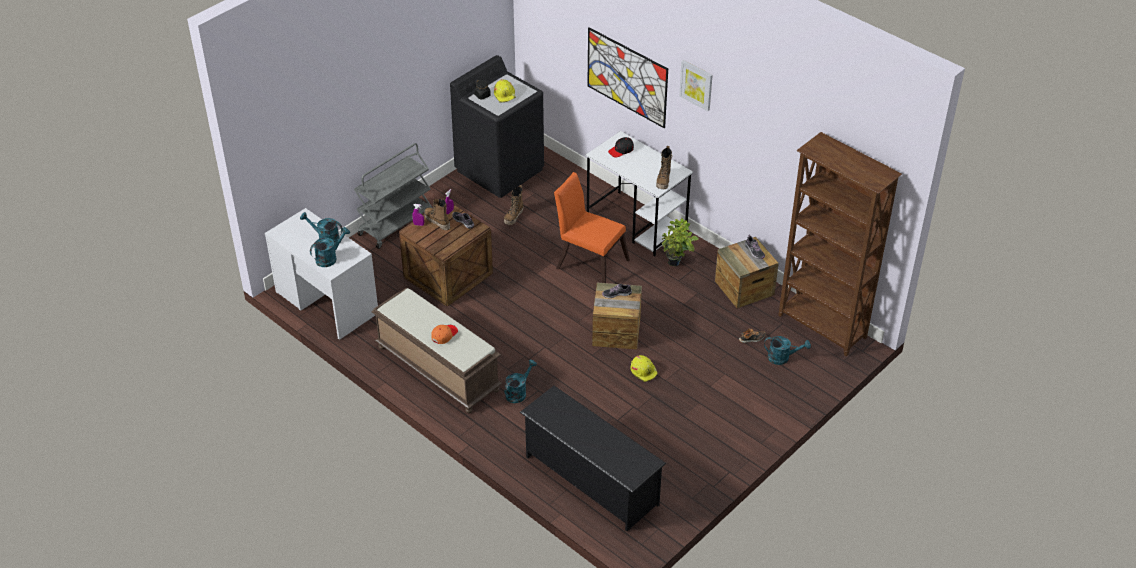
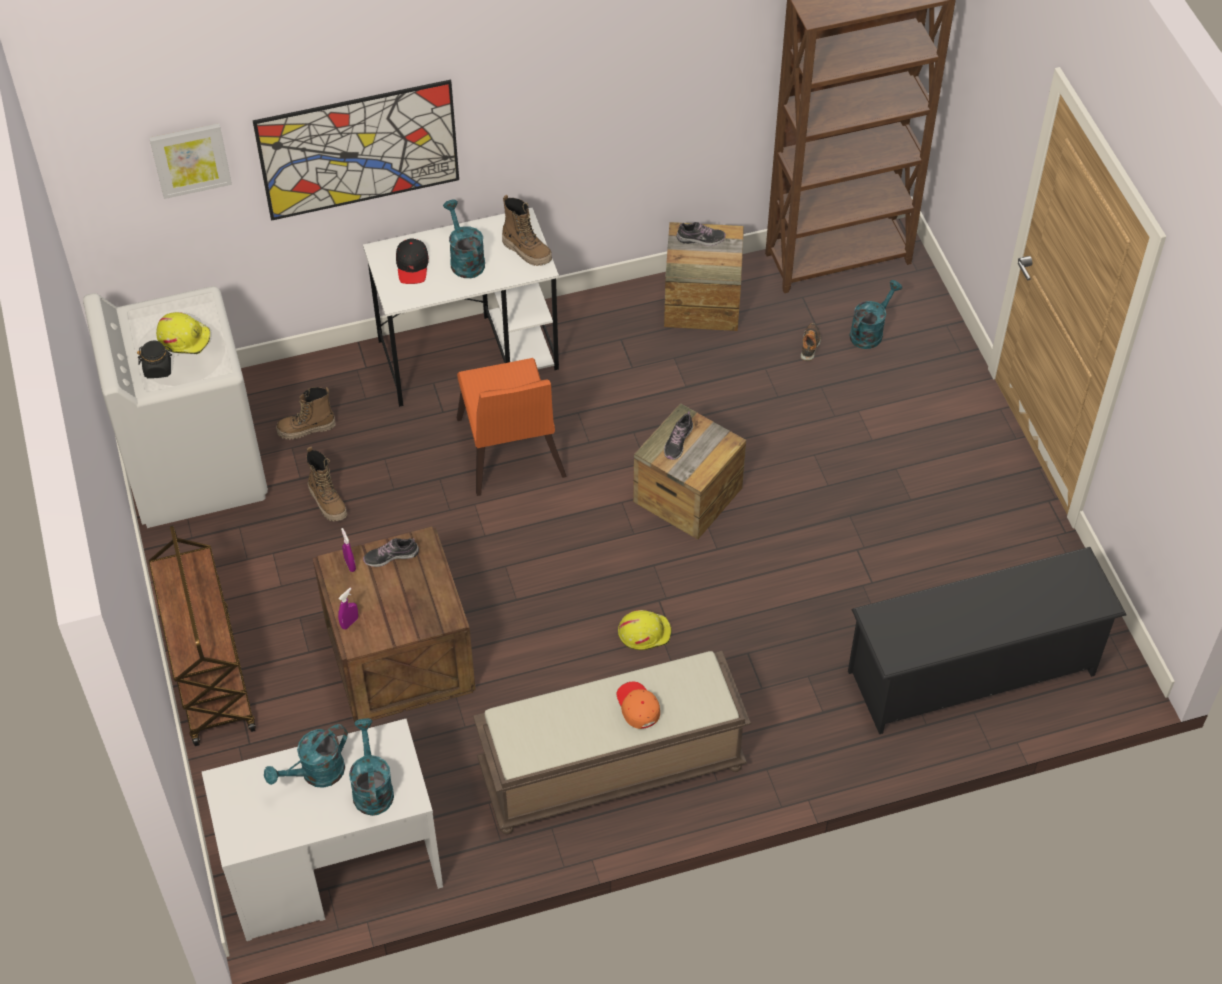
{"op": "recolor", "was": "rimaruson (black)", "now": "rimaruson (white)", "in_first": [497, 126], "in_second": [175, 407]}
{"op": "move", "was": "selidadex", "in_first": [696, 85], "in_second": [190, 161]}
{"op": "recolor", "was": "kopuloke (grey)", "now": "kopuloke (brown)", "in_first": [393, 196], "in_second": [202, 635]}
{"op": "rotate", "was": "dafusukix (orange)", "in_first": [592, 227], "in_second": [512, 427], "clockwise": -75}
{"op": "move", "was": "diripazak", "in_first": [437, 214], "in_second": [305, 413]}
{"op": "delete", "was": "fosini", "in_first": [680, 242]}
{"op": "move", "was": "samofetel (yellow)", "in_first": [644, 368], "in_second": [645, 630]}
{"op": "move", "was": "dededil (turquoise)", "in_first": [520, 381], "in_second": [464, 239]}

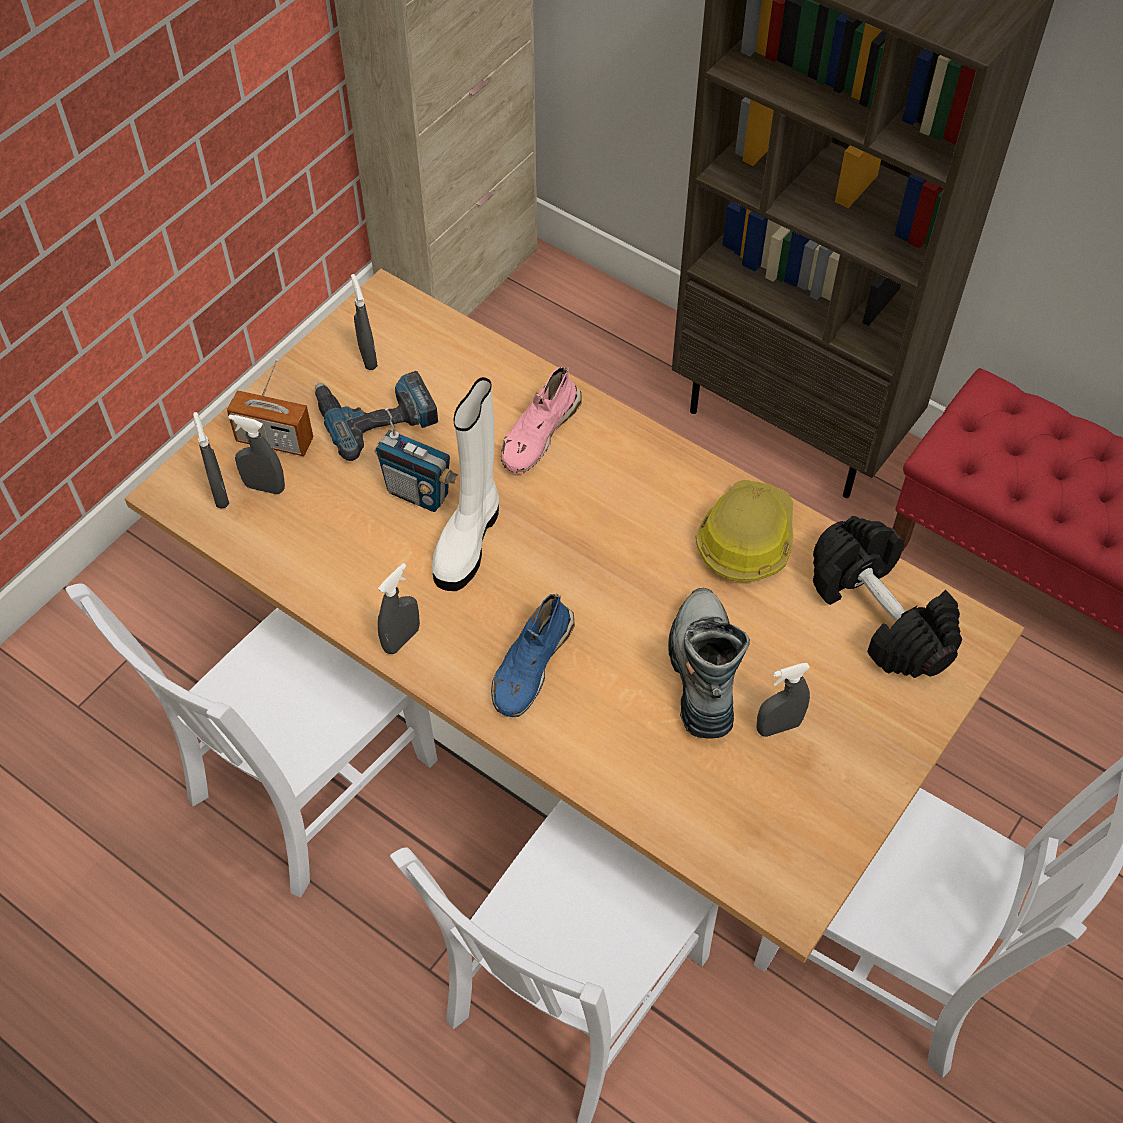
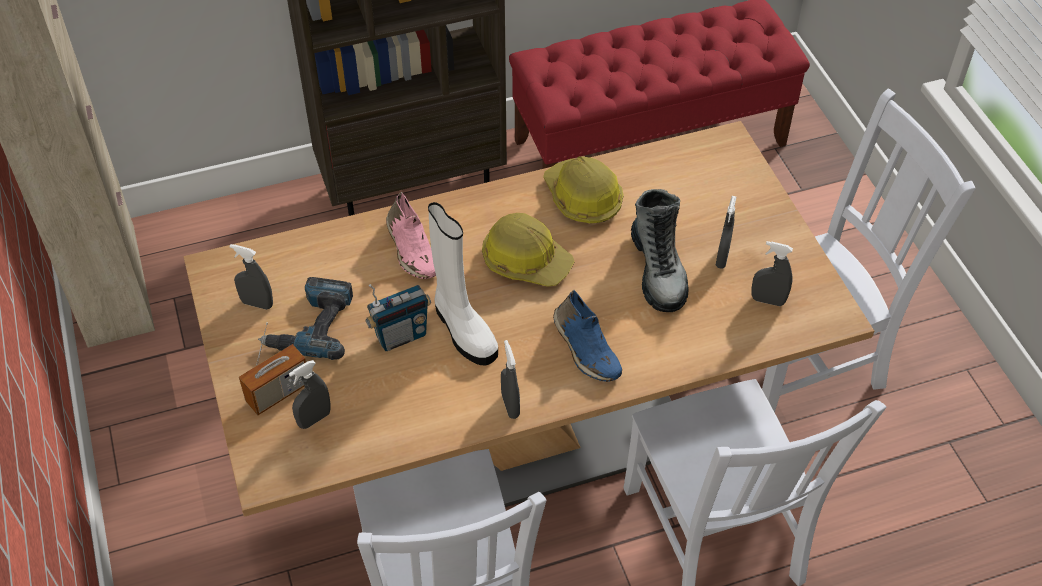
{"op": "move", "was": "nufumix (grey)", "in_first": [211, 460], "in_second": [772, 273]}
{"op": "delete", "was": "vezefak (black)", "in_first": [887, 597]}
{"op": "rotate", "was": "diripazak", "in_first": [709, 663], "in_second": [659, 250], "clockwise": -135}
{"op": "insert", "now": "samofetel", "in_second": [528, 250]}

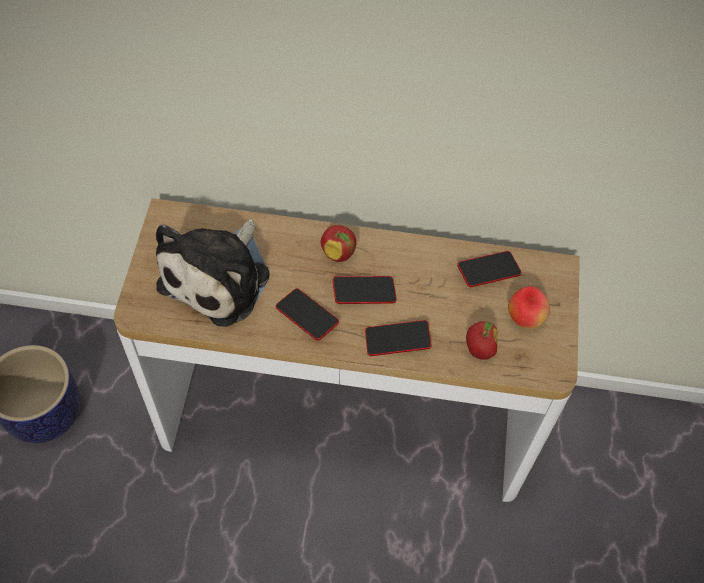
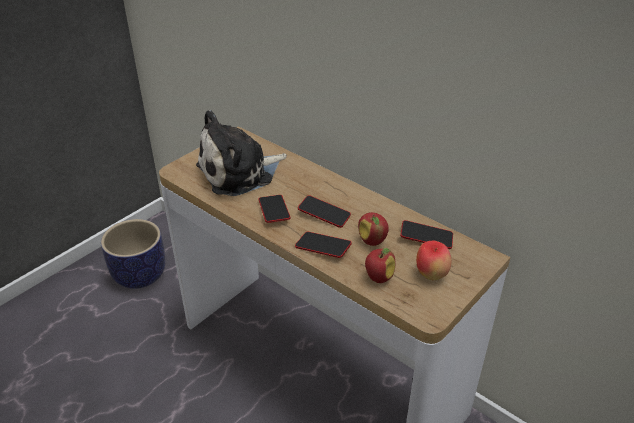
{"op": "move", "was": "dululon", "in_first": [338, 243], "in_second": [373, 229]}

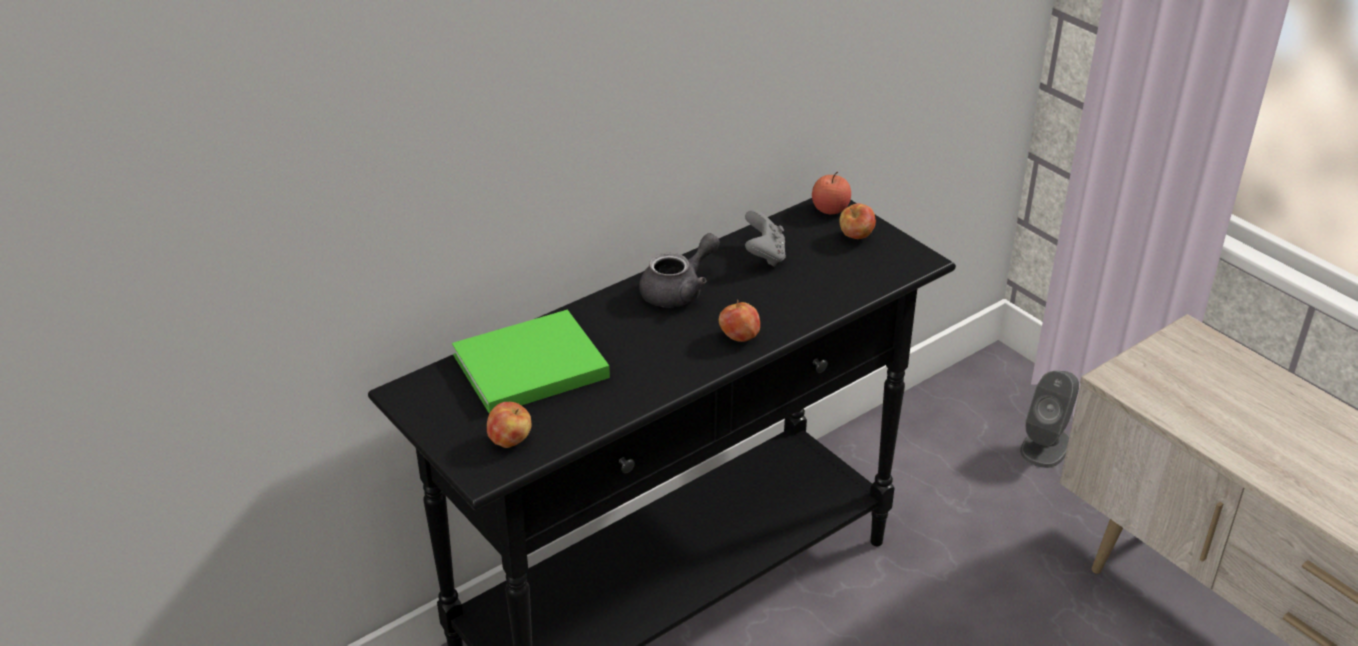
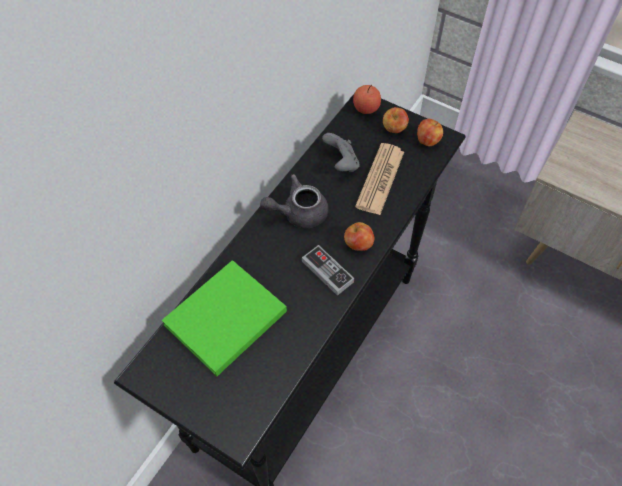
{"op": "rotate", "was": "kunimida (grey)", "in_first": [679, 270], "in_second": [294, 201], "clockwise": -135}
{"op": "delete", "was": "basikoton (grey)", "in_first": [1049, 419]}
{"op": "move", "was": "dululon", "in_first": [509, 425], "in_second": [430, 132]}
{"op": "insert", "now": "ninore", "in_second": [379, 179]}
{"op": "insert", "now": "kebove", "in_second": [328, 270]}

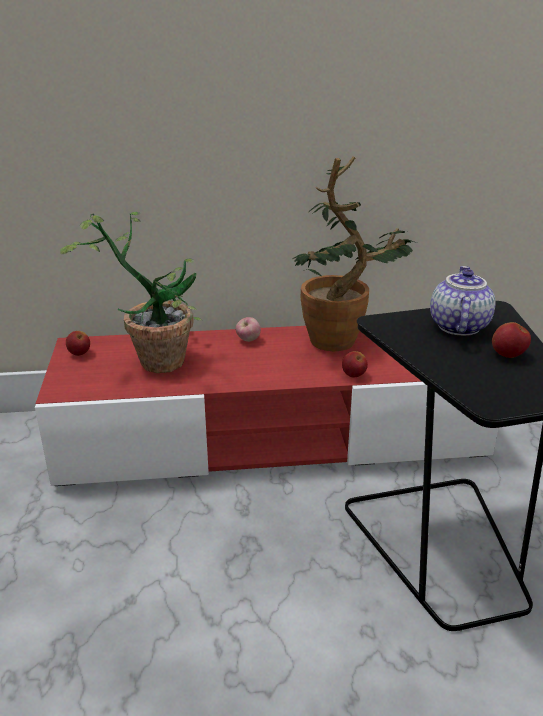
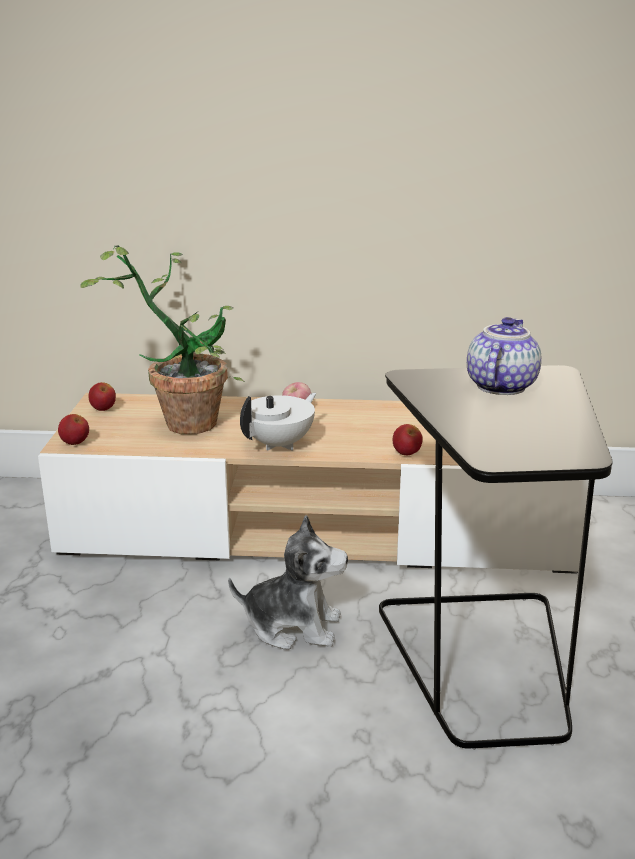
{"op": "delete", "was": "fosini", "in_first": [355, 253]}
{"op": "move", "was": "dululon", "in_first": [511, 340], "in_second": [73, 429]}
{"op": "recolor", "was": "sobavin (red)", "now": "sobavin (beige)", "in_first": [266, 406], "in_second": [316, 483]}
{"op": "insert", "now": "kunimida (white)", "in_second": [278, 422]}
{"op": "insert", "now": "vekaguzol", "in_second": [288, 582]}

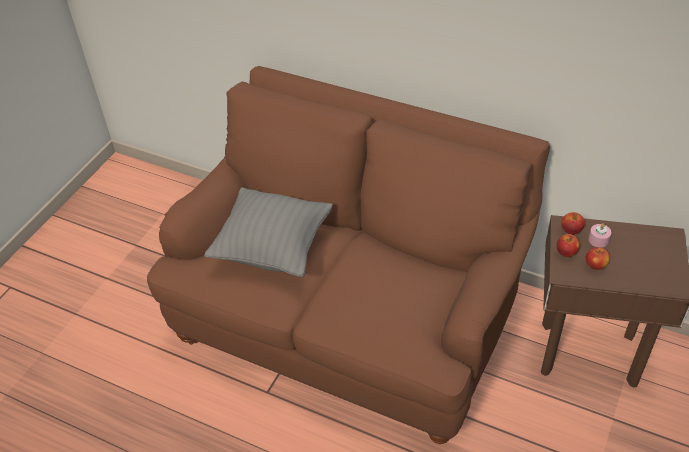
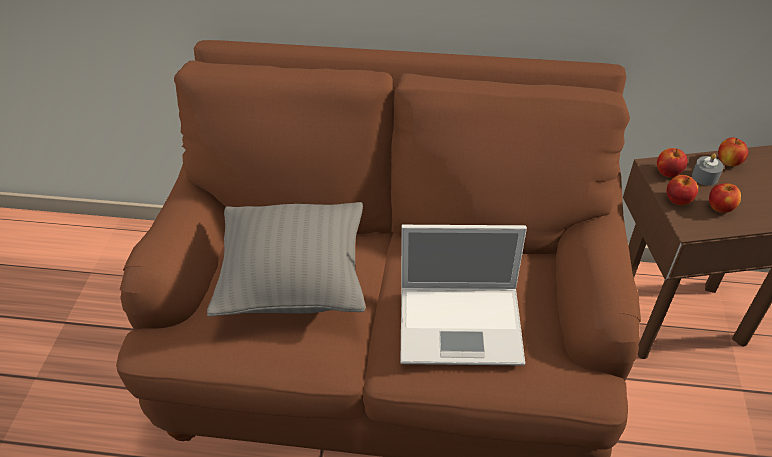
{"op": "recolor", "was": "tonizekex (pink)", "now": "tonizekex (grey)", "in_first": [599, 235], "in_second": [708, 170]}
{"op": "insert", "now": "dululon", "in_second": [733, 152]}
{"op": "insert", "now": "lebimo", "in_second": [464, 295]}

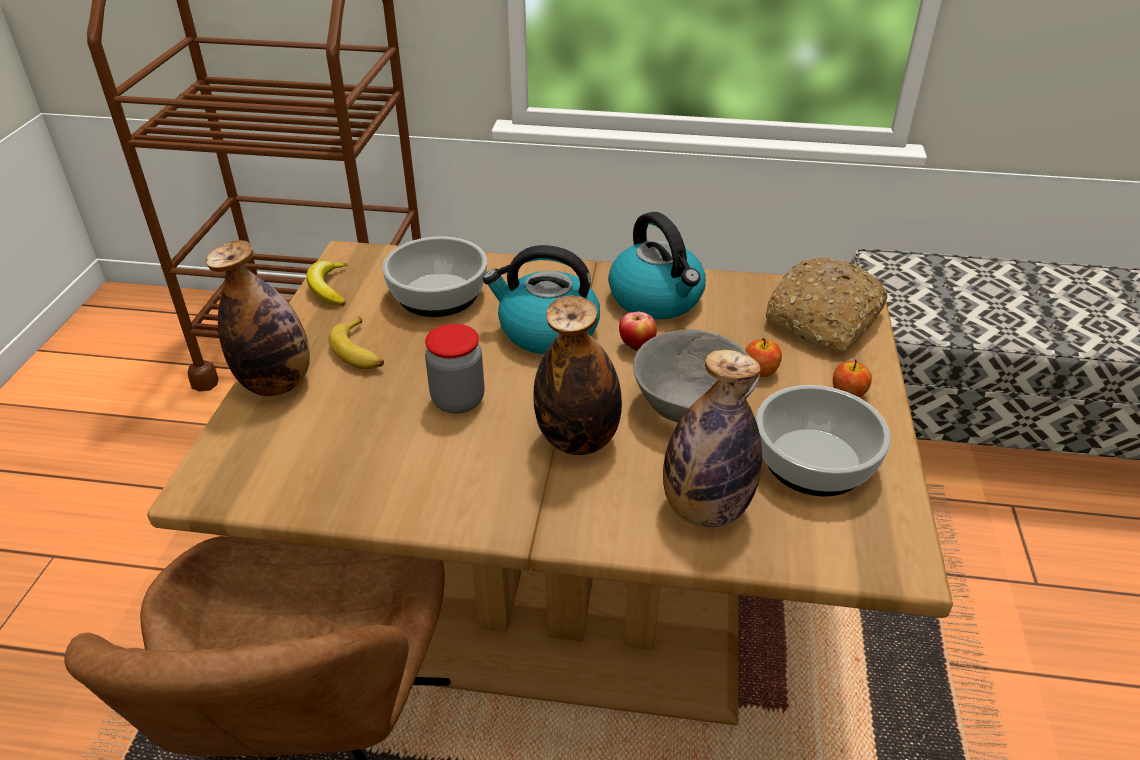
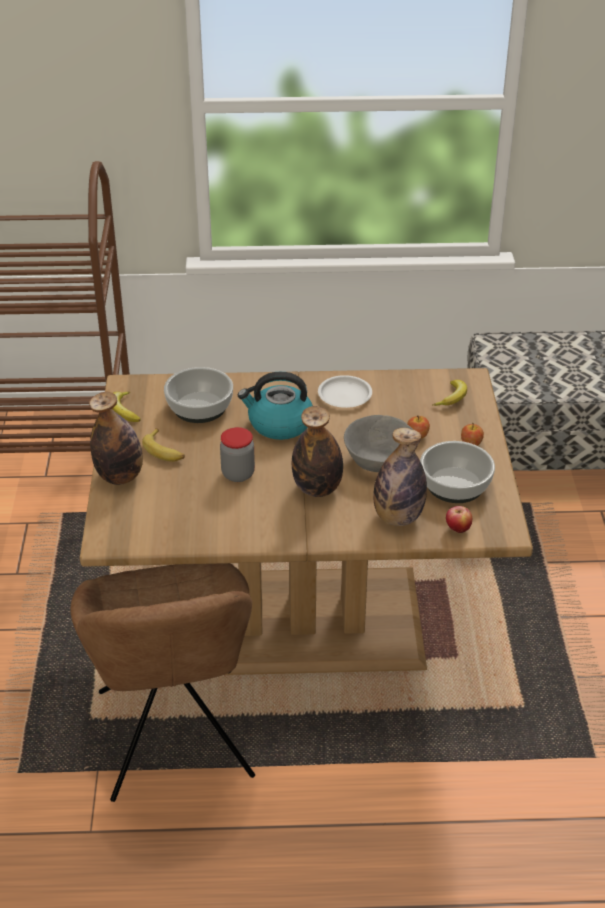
{"op": "replace", "was": "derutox", "now": "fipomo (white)", "in_first": [657, 266], "in_second": [345, 391]}
{"op": "replace", "was": "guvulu", "now": "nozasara", "in_first": [827, 304], "in_second": [449, 393]}
{"op": "move", "was": "dululon", "in_first": [638, 331], "in_second": [459, 519]}

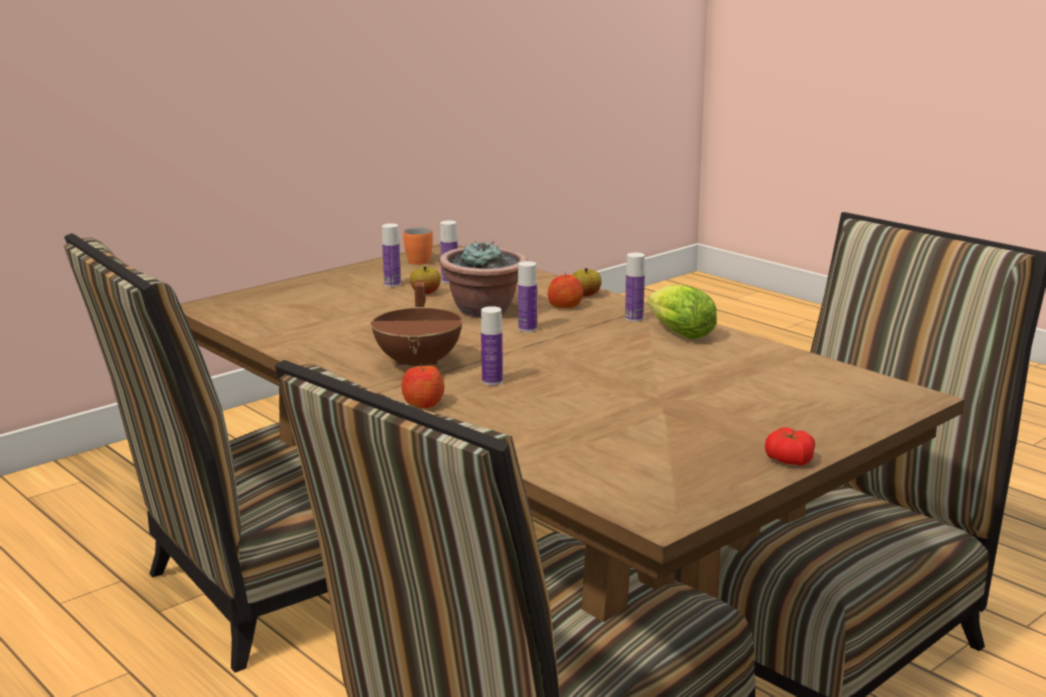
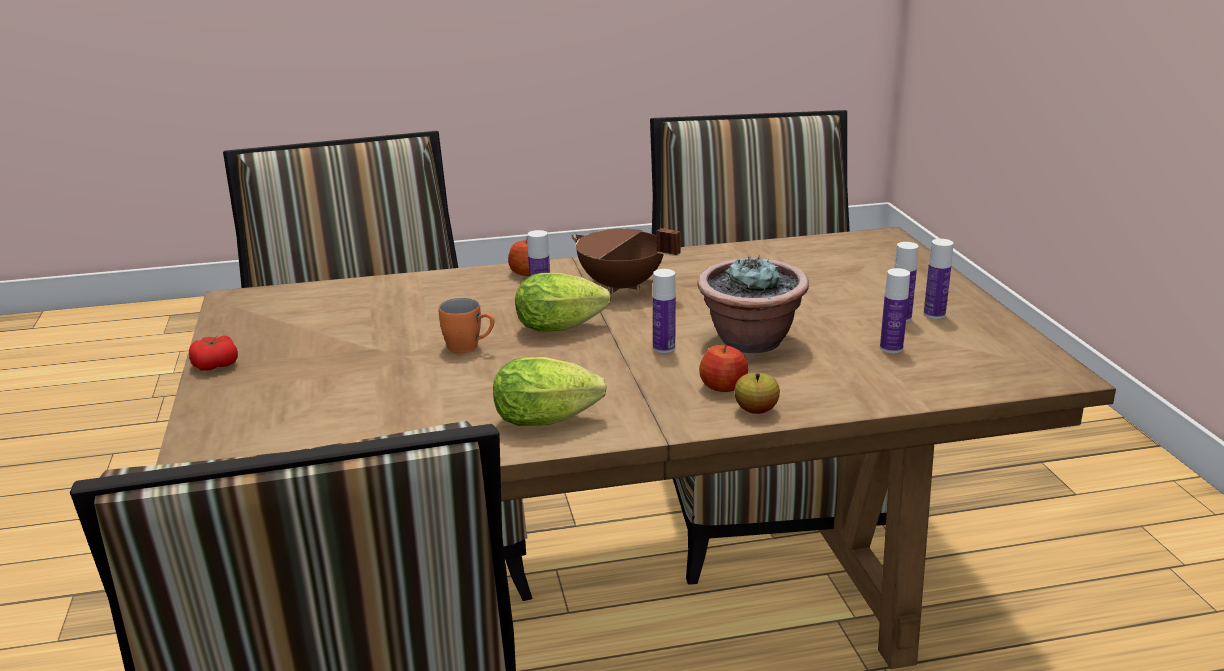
{"op": "move", "was": "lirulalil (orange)", "in_first": [418, 246], "in_second": [466, 325]}
{"op": "move", "was": "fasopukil", "in_first": [635, 287], "in_second": [938, 279]}
{"op": "delete", "was": "dululon", "in_first": [425, 280]}
{"op": "insert", "now": "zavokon", "in_second": [563, 302]}

